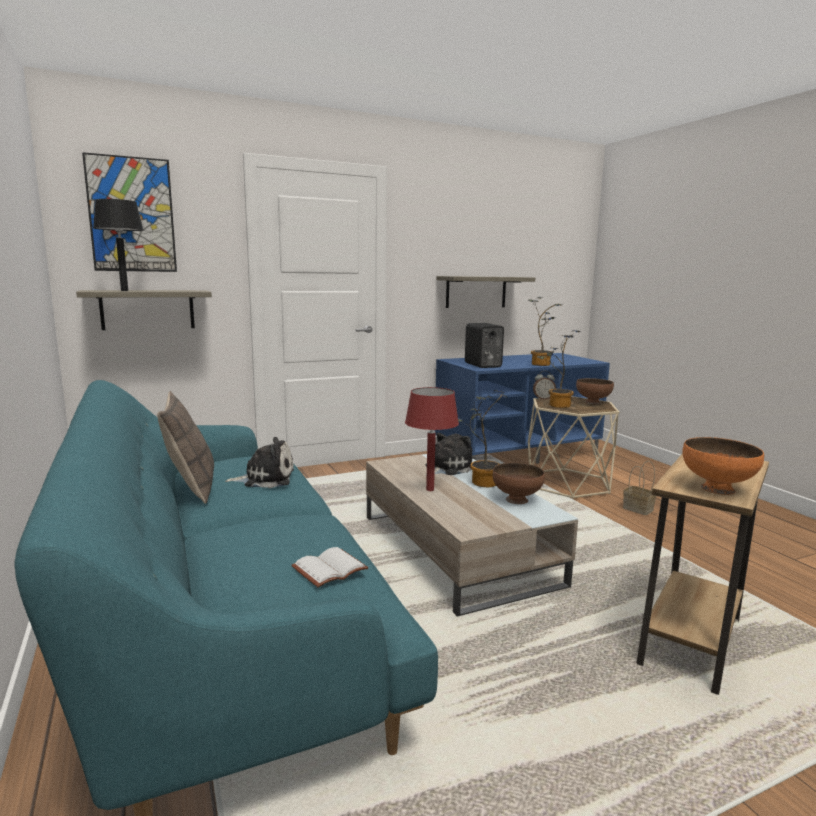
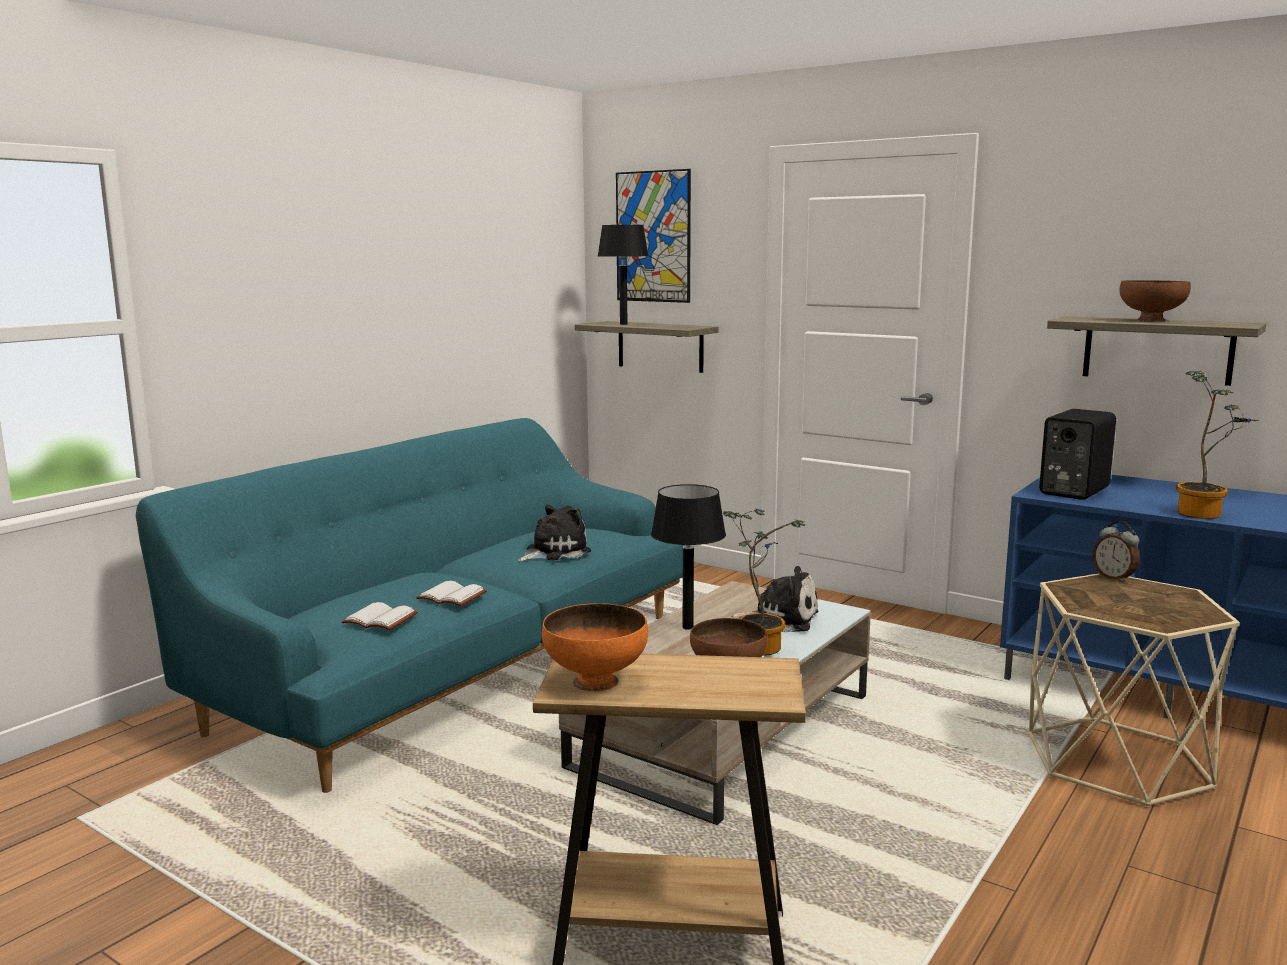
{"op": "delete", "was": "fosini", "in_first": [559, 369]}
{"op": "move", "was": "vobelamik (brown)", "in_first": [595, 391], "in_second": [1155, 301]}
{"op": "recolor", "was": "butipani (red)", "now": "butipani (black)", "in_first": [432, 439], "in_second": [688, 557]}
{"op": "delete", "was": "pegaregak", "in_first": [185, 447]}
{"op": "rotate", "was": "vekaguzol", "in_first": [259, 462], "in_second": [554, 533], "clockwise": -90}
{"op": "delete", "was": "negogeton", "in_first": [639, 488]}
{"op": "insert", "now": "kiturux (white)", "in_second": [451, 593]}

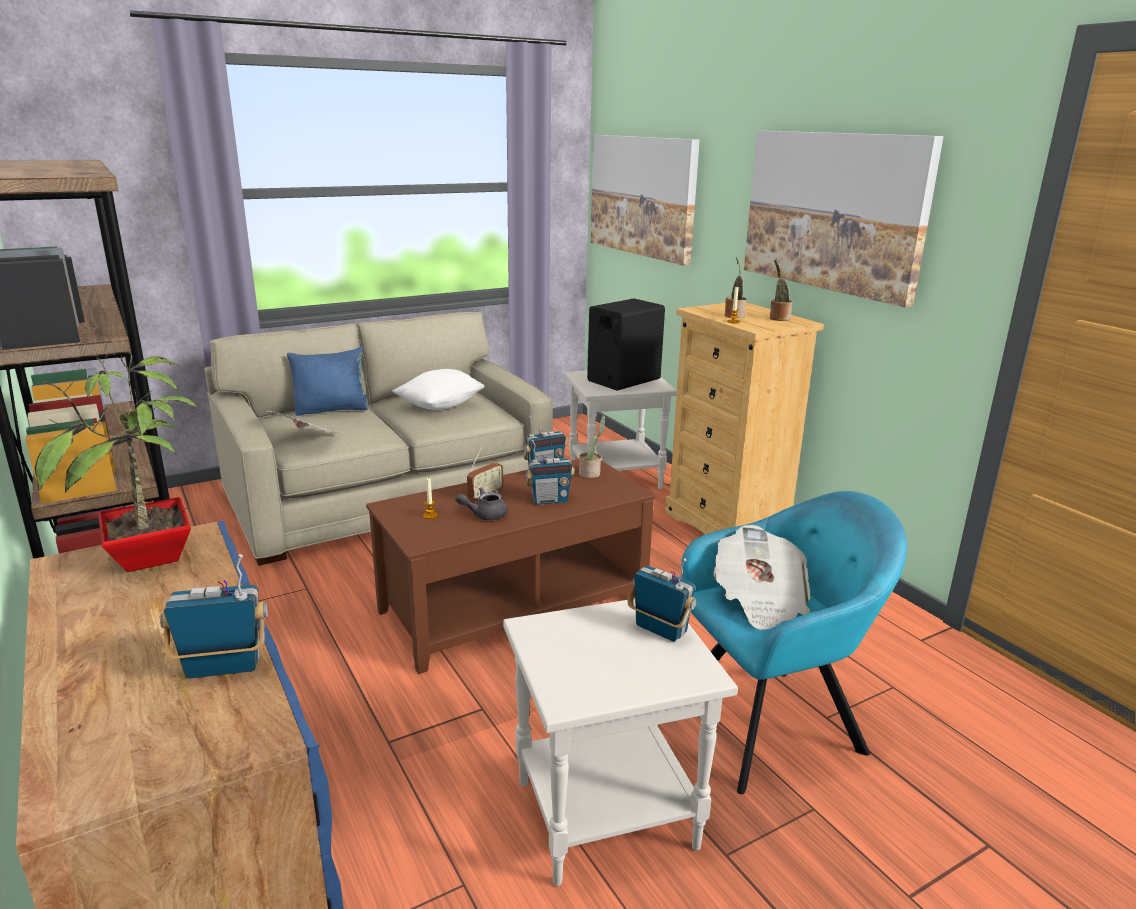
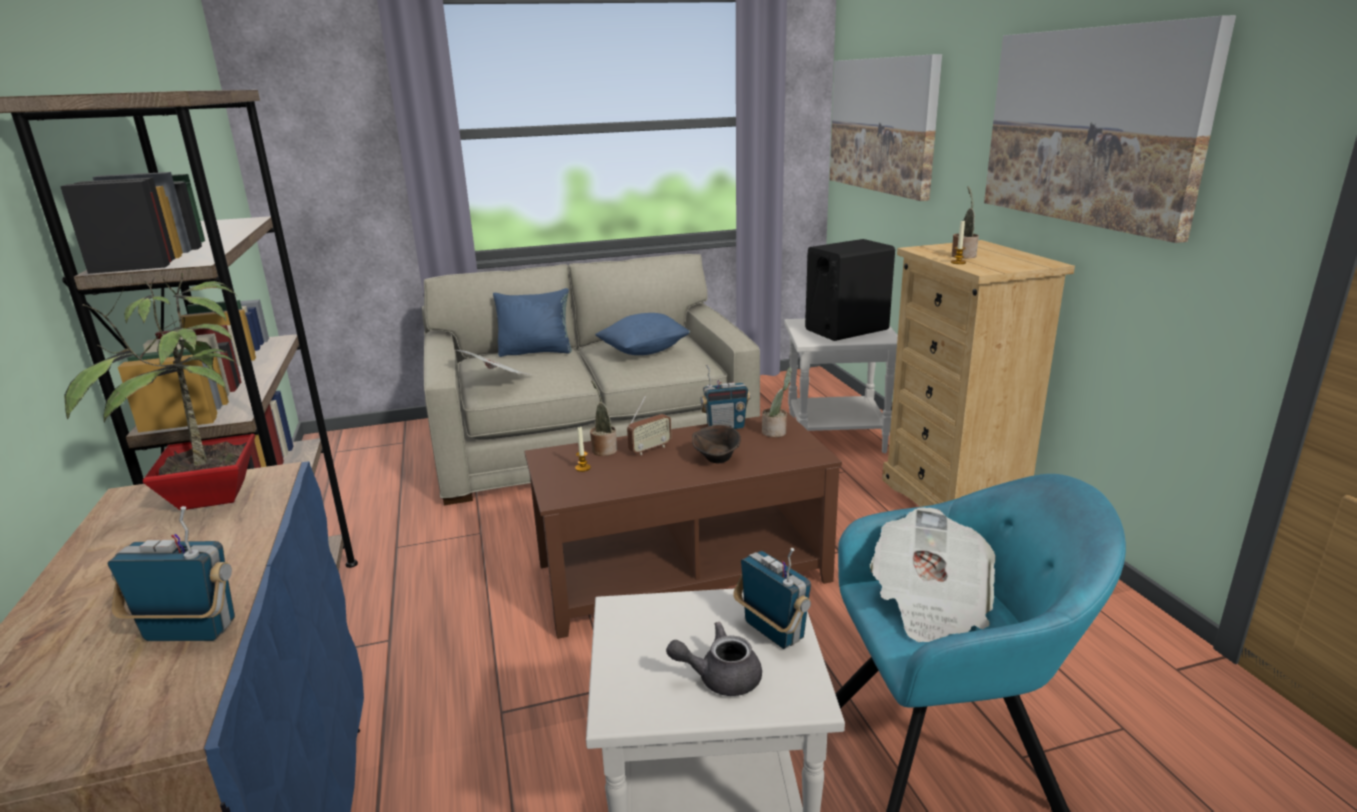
{"op": "move", "was": "fosini", "in_first": [781, 290], "in_second": [603, 418]}
{"op": "recolor", "was": "pegaregak (white)", "now": "pegaregak (blue)", "in_first": [438, 389], "in_second": [642, 334]}
{"op": "replace", "was": "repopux", "now": "vobelamik (brown)", "in_first": [550, 472], "in_second": [716, 444]}
{"op": "move", "was": "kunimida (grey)", "in_first": [481, 503], "in_second": [714, 659]}

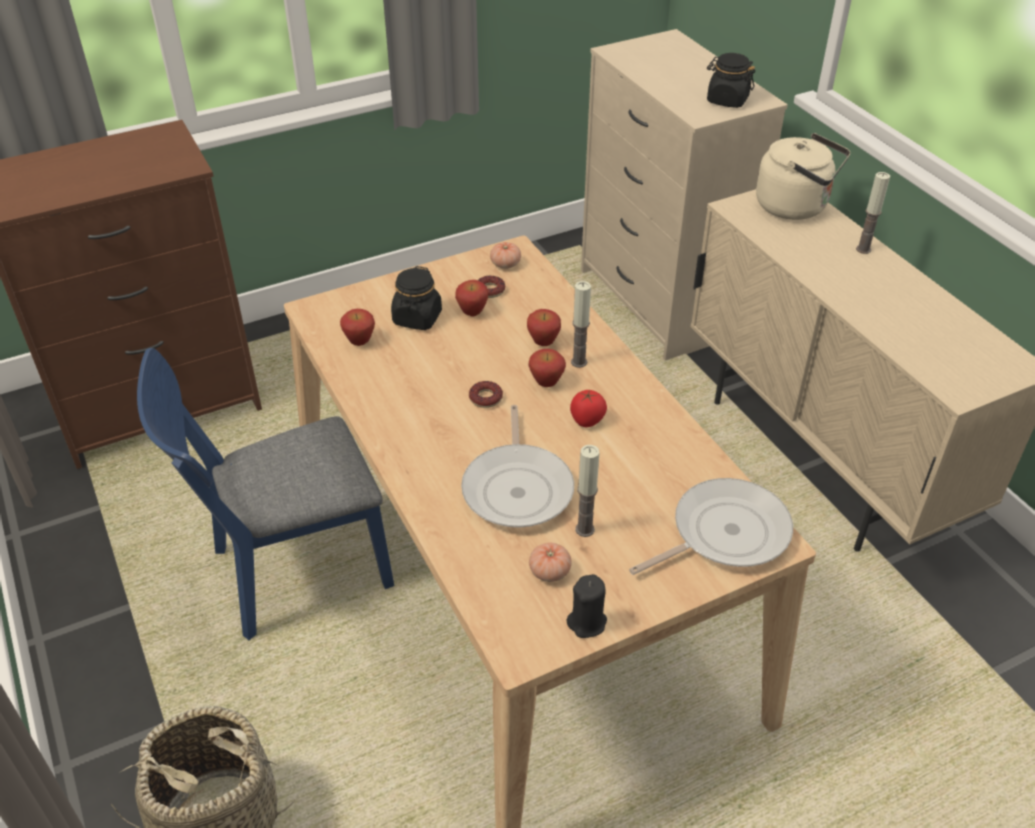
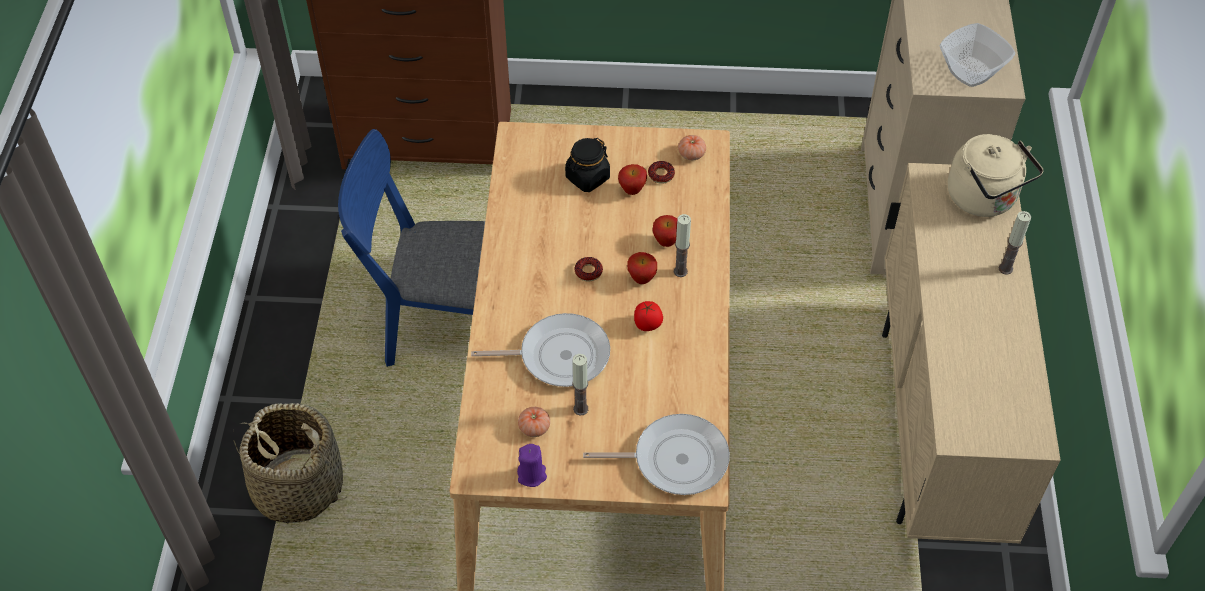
{"op": "replace", "was": "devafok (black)", "now": "vobelamik", "in_first": [731, 80], "in_second": [977, 55]}
{"op": "delete", "was": "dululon", "in_first": [357, 327]}
{"op": "rotate", "was": "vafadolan", "in_first": [517, 466], "in_second": [540, 350], "clockwise": -120}
{"op": "recolor", "was": "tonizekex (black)", "now": "tonizekex (purple)", "in_first": [586, 606], "in_second": [532, 465]}

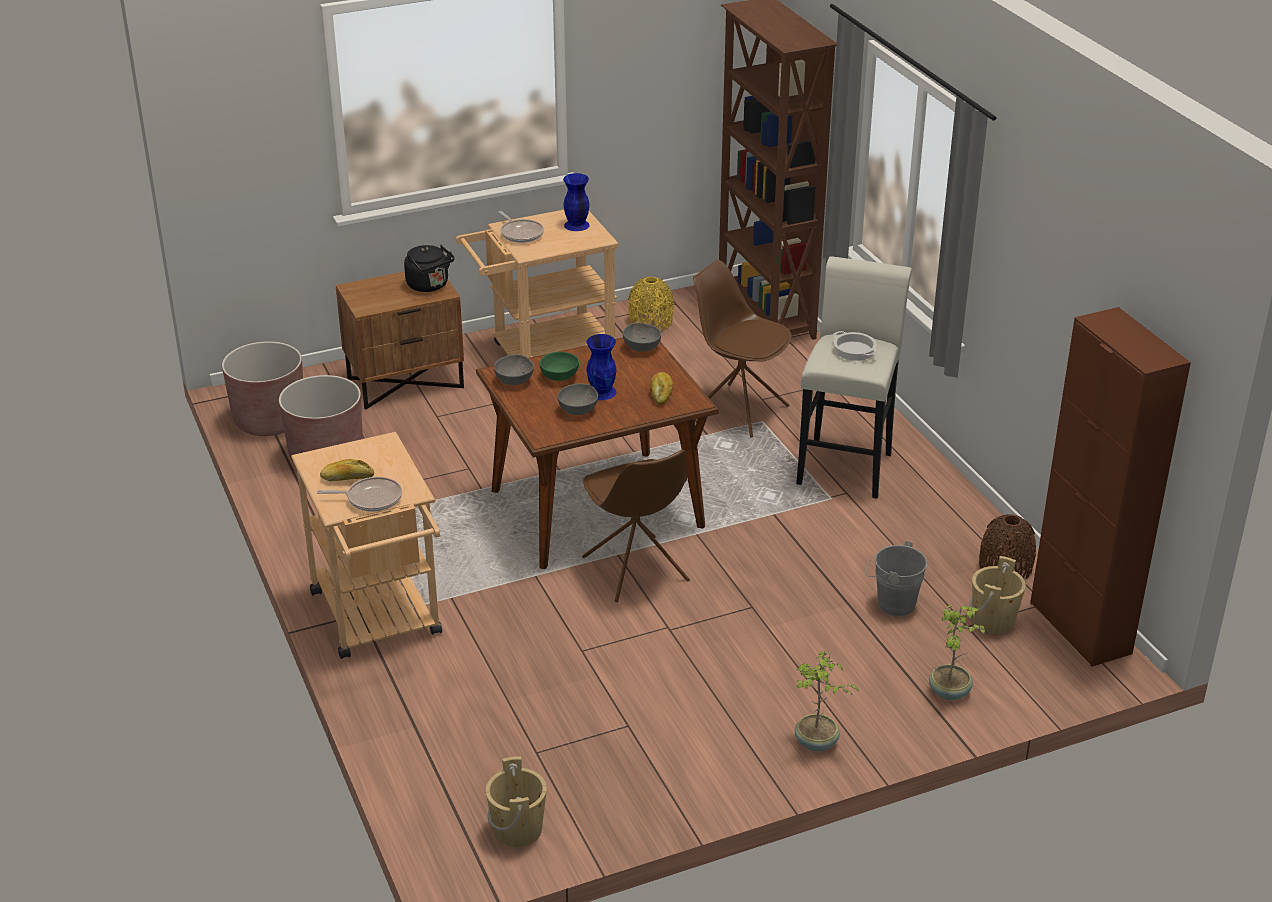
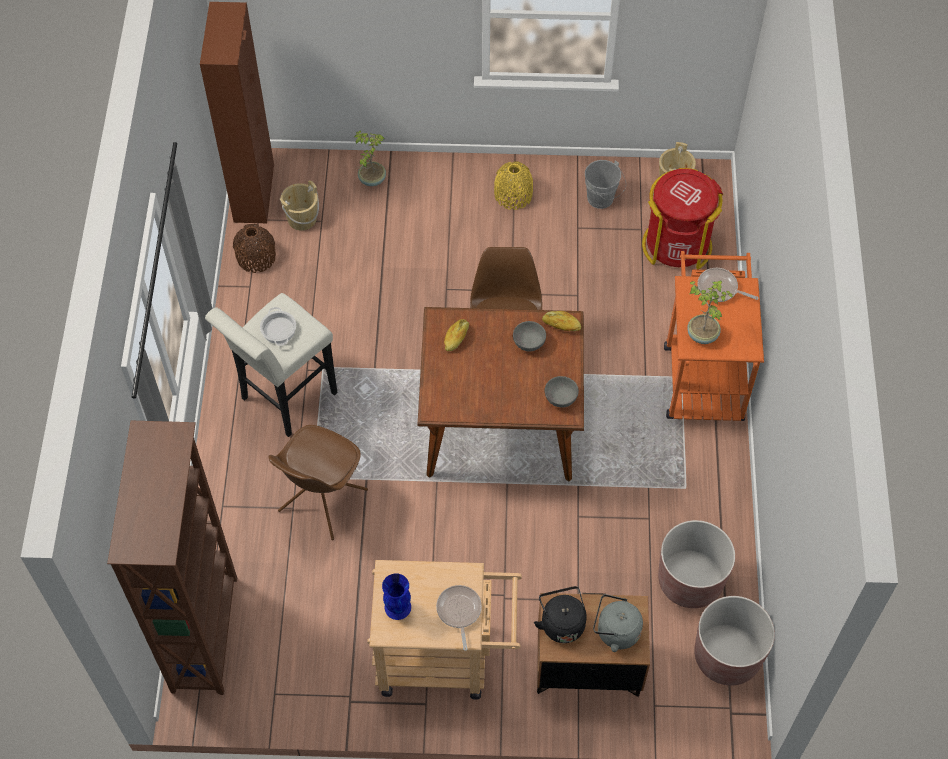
{"op": "rotate", "was": "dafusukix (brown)", "in_first": [742, 349], "in_second": [318, 482], "clockwise": 60}
{"op": "move", "was": "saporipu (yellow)", "in_first": [651, 303], "in_second": [513, 185]}
{"op": "delete", "was": "vobelamik (grey)", "in_first": [642, 337]}
{"op": "delete", "was": "saporipu (blue)", "in_first": [601, 367]}
{"op": "delete", "was": "vobelamik (green)", "in_first": [559, 366]}
{"op": "recolor", "was": "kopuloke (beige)", "now": "kopuloke (orange)", "in_first": [366, 545], "in_second": [714, 336]}
{"op": "move", "was": "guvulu", "in_first": [347, 470], "in_second": [561, 321]}
{"op": "move", "was": "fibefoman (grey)", "in_first": [896, 579], "in_second": [605, 184]}
{"op": "move", "was": "fosini", "in_first": [827, 701], "in_second": [710, 312]}
{"op": "insert", "now": "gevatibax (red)", "in_second": [682, 219]}
{"op": "insert", "now": "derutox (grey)", "in_second": [618, 623]}

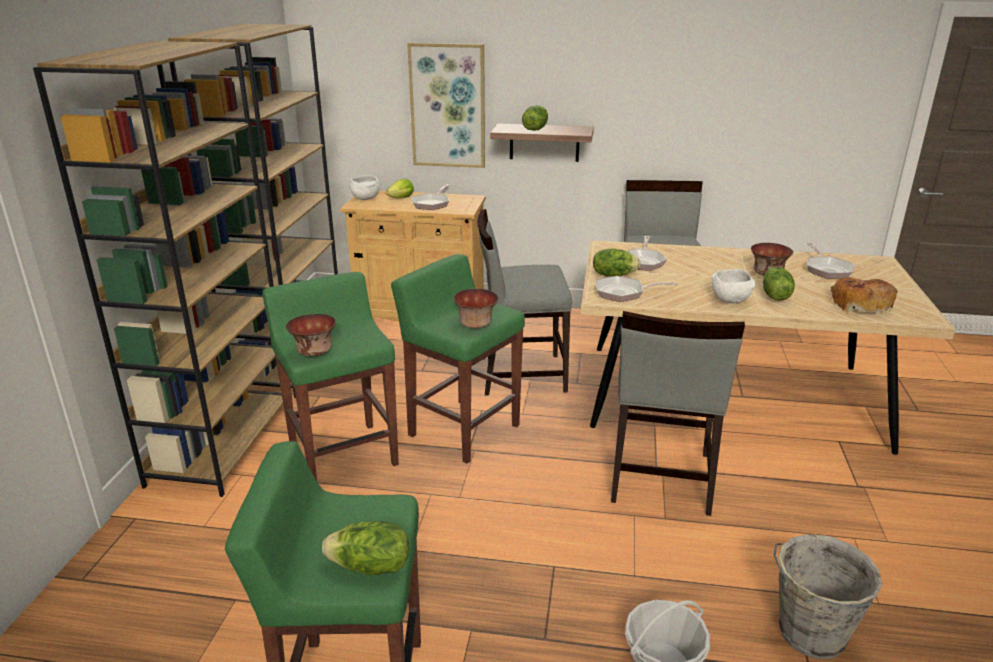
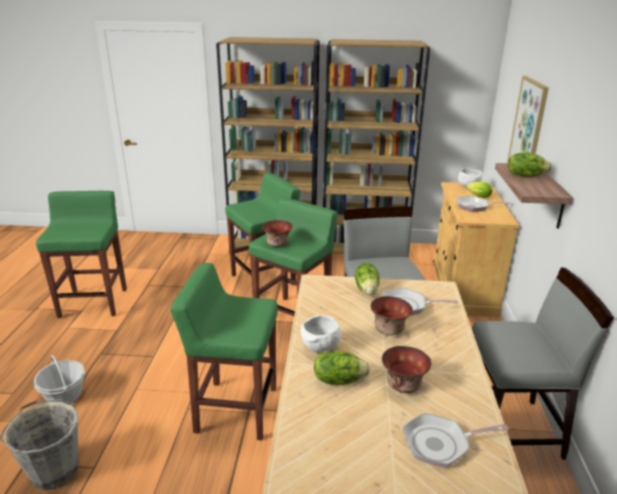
{"op": "delete", "was": "vafadolan", "in_first": [636, 289]}
{"op": "delete", "was": "guvulu", "in_first": [864, 295]}
{"op": "replace", "was": "dafusukix (grey)", "now": "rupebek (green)", "in_first": [678, 413], "in_second": [224, 351]}
{"op": "move", "was": "vobelamik", "in_first": [311, 335], "in_second": [392, 315]}
{"op": "delete", "was": "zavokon", "in_first": [365, 548]}

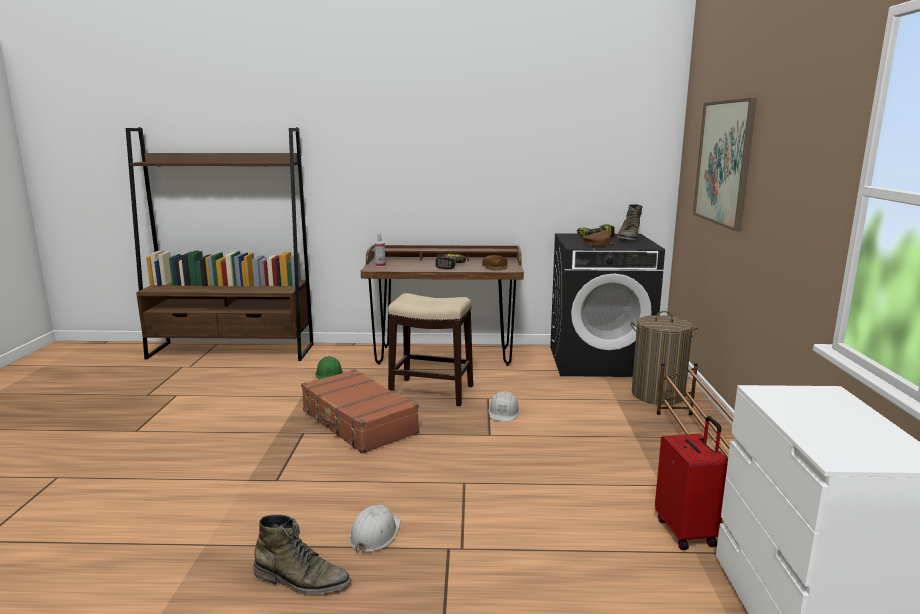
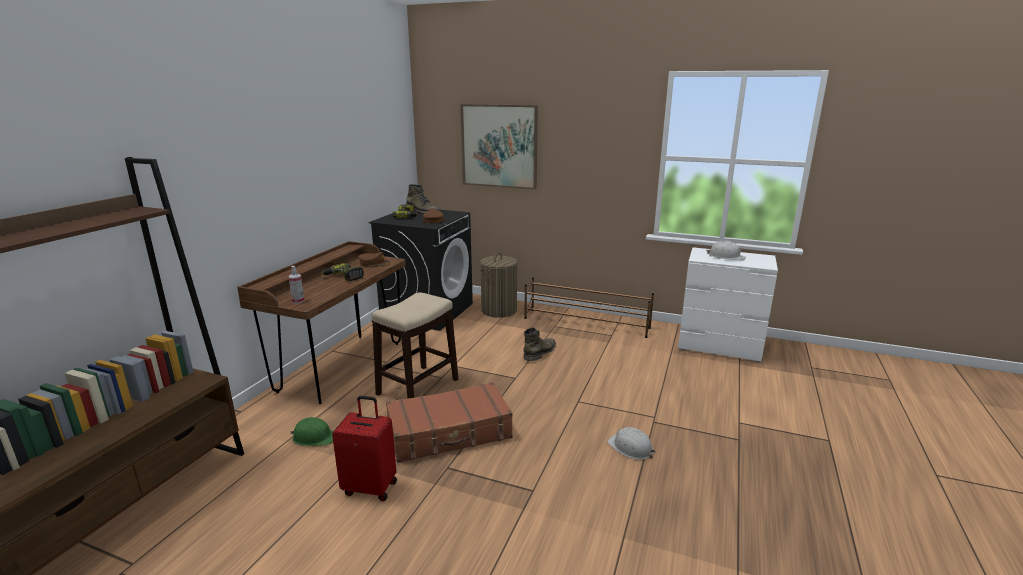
{"op": "move", "was": "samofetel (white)", "in_first": [504, 406], "in_second": [726, 250]}
{"op": "move", "was": "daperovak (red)", "in_first": [691, 483], "in_second": [364, 448]}
{"op": "move", "was": "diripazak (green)", "in_first": [302, 554], "in_second": [540, 344]}

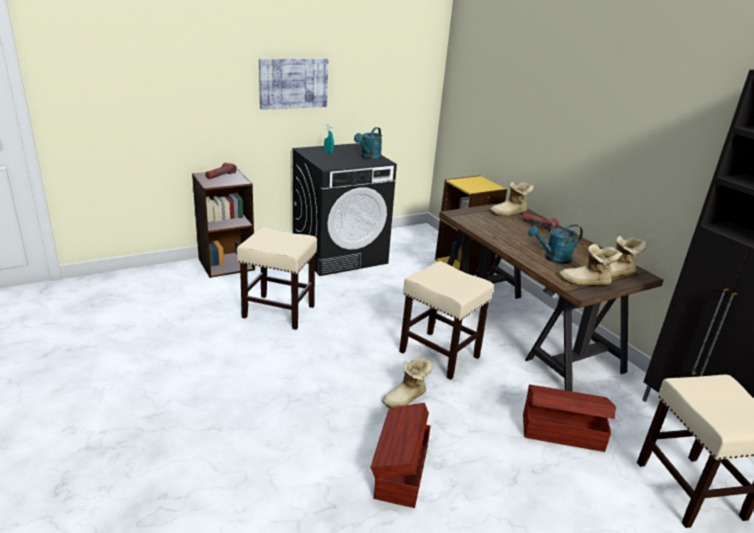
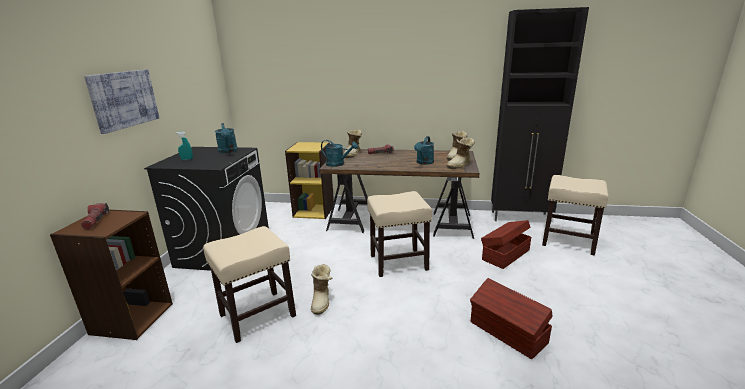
{"op": "move", "was": "diripazak", "in_first": [407, 382], "in_second": [321, 289]}
{"op": "insert", "now": "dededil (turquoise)", "in_second": [339, 153]}

